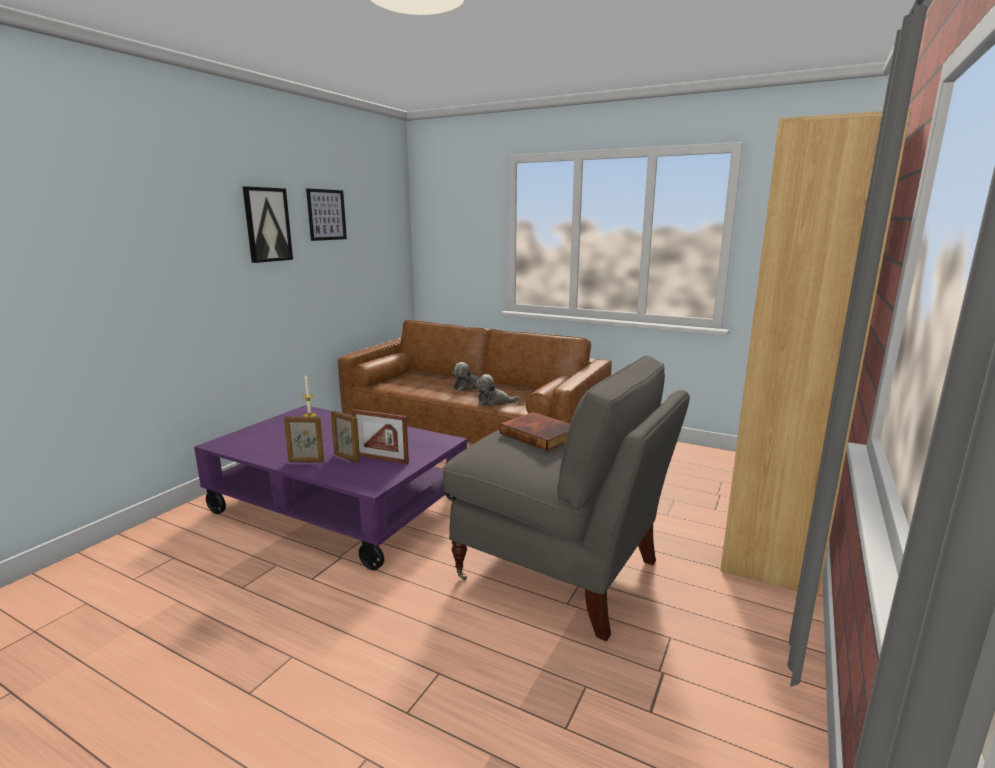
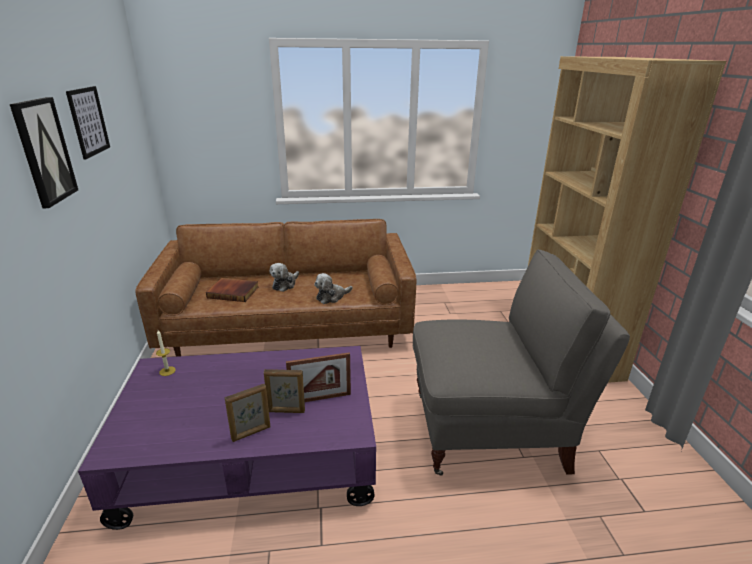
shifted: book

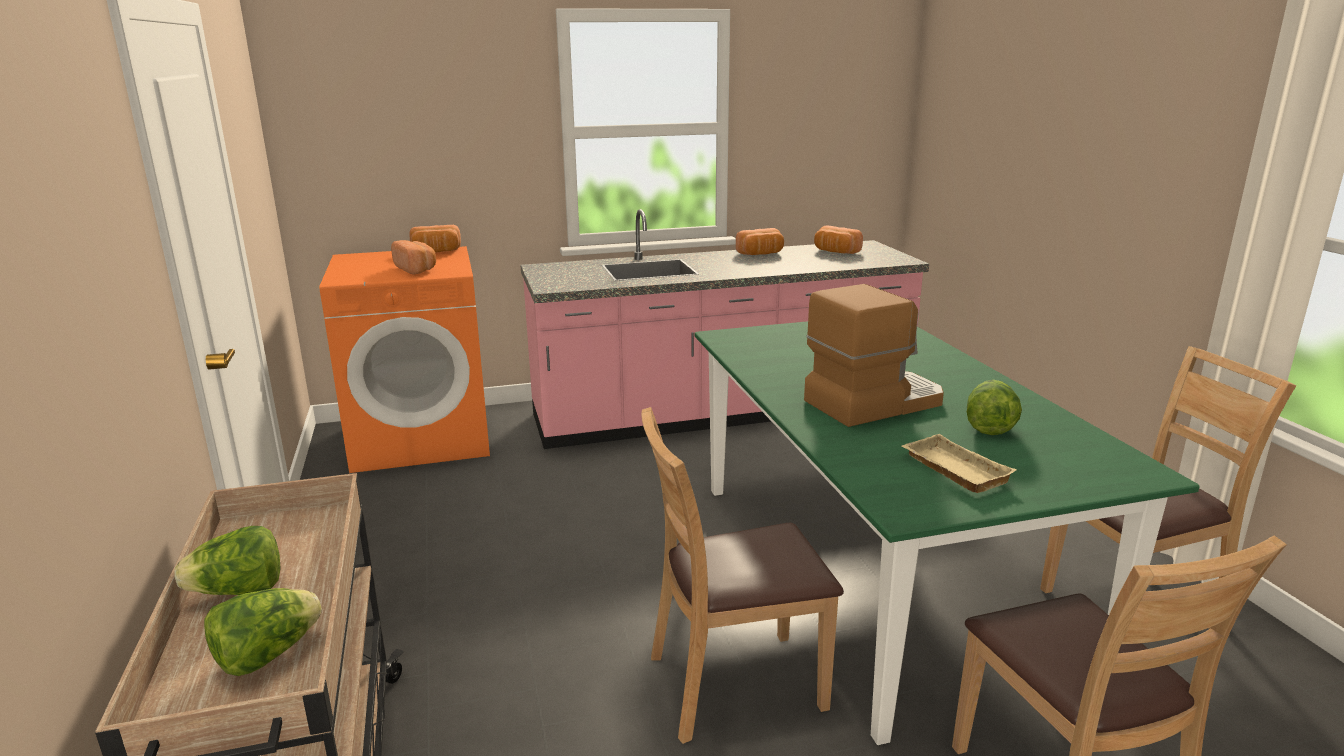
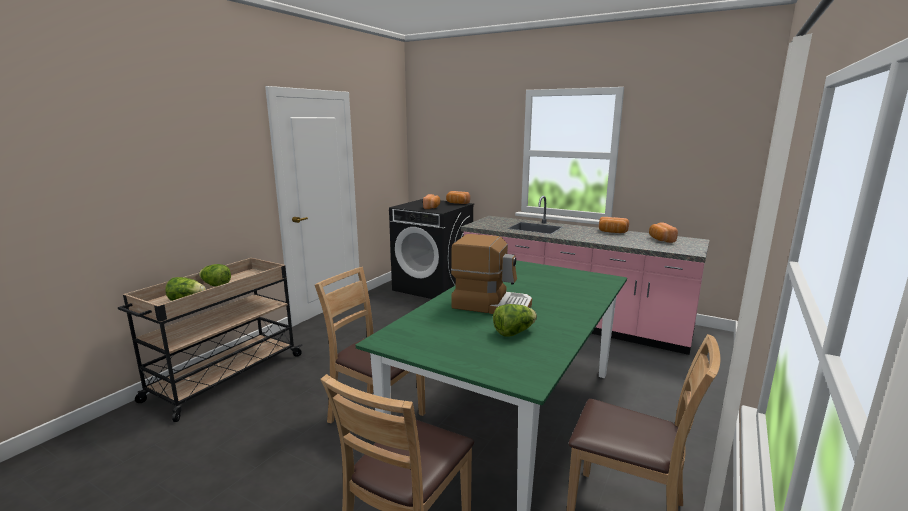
gone: beige tray
repainted: orange washing machine to black washing machine

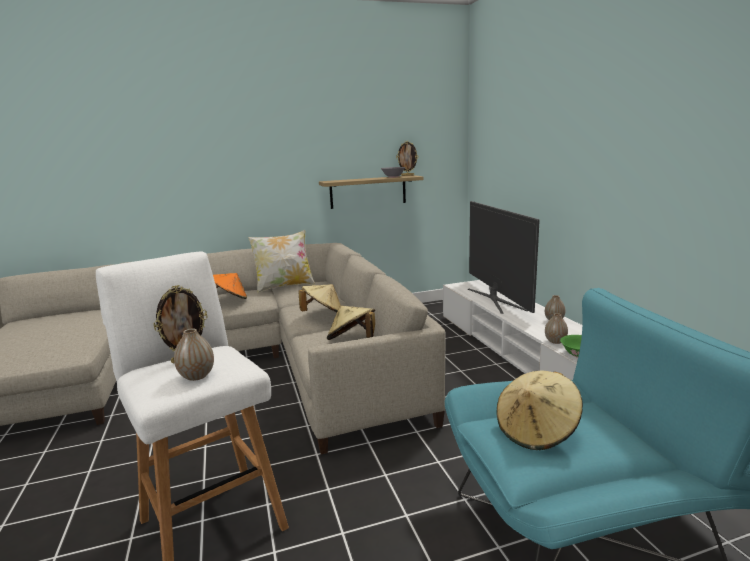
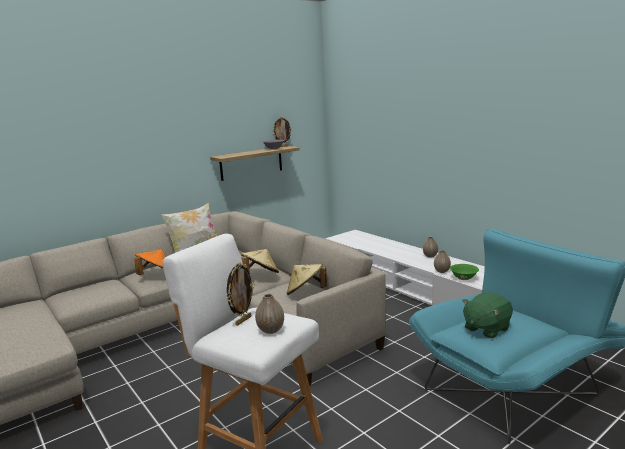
gone: television
swapped: beige hat (no. 3 from left) to green plush toy

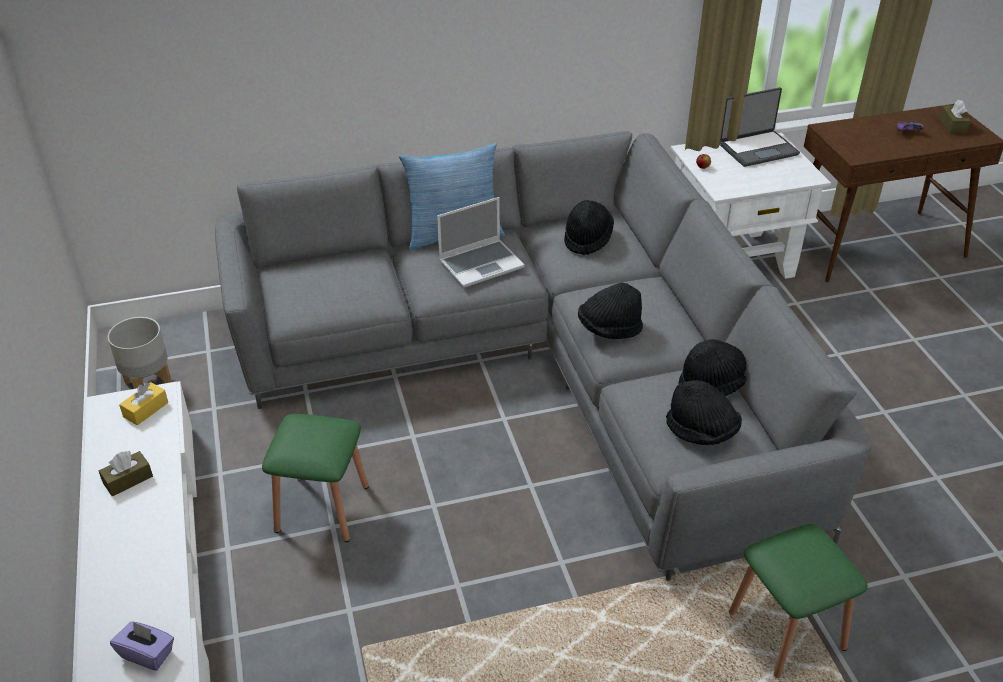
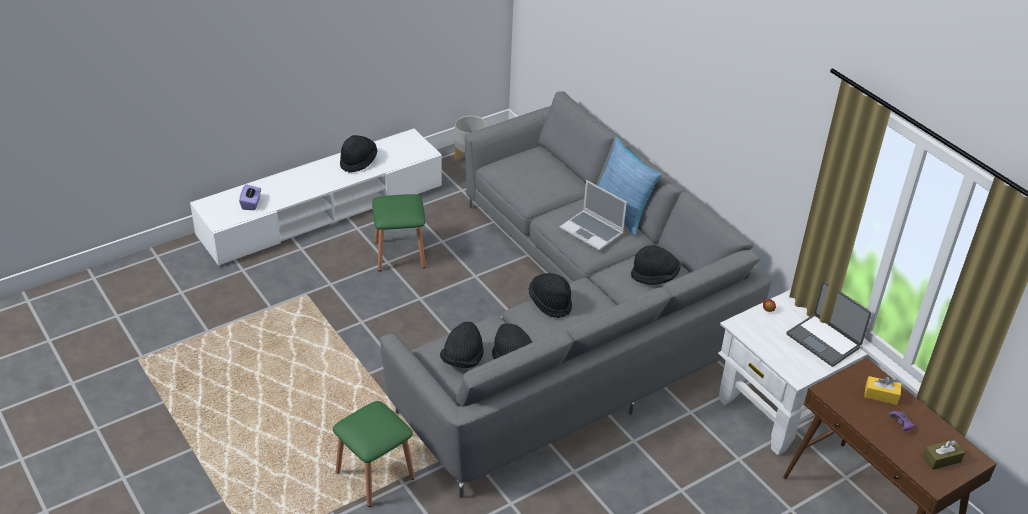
shifted: yellow tissue box
swapped: brown tissue box (no. 1 from left) to black hat (no. 1 from left)

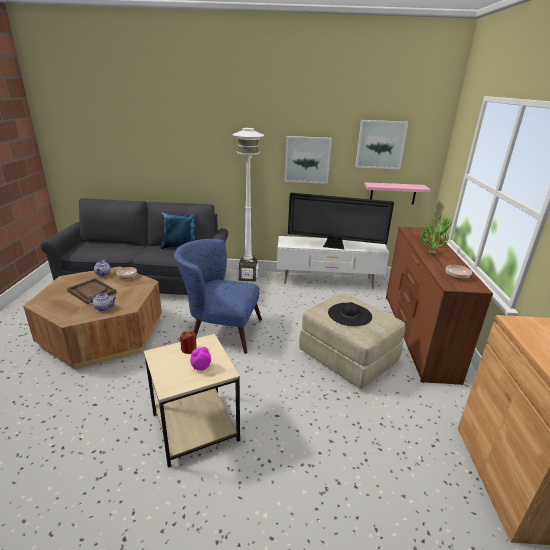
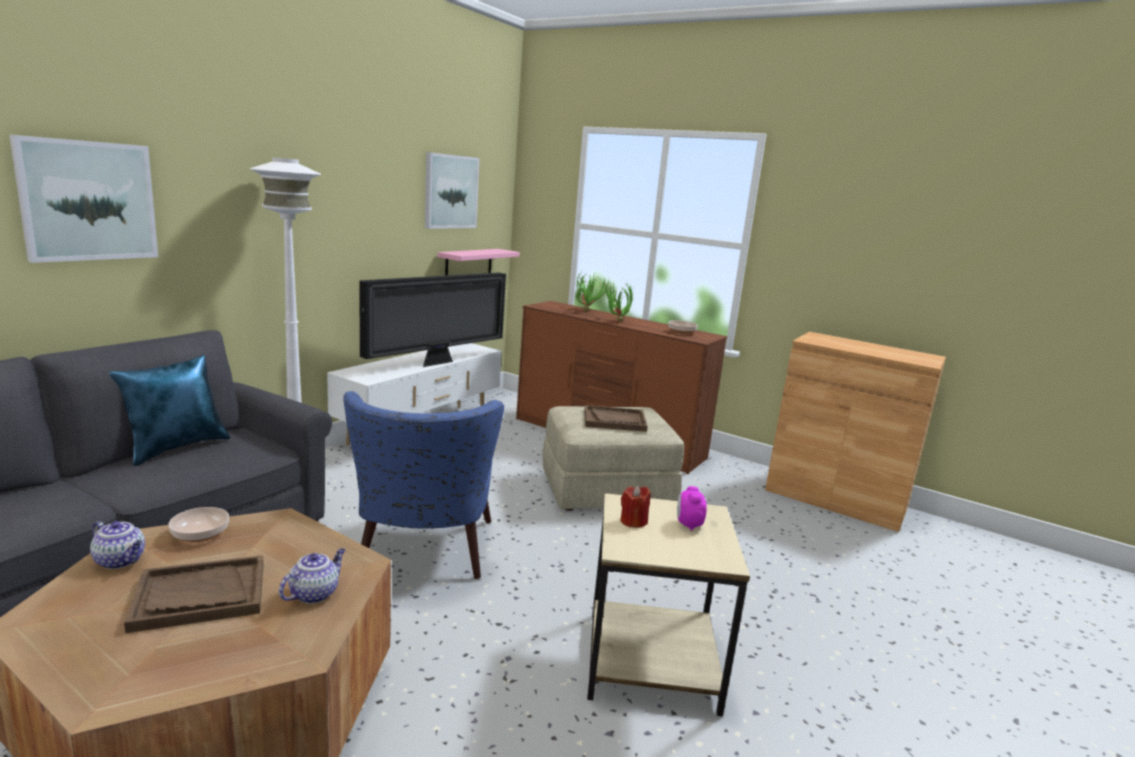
shifted: picture (no. 1 from left)
swapped: black hat to brown tray (no. 2 from left)
rotated: blue armchair 45 degrees counterclockwise

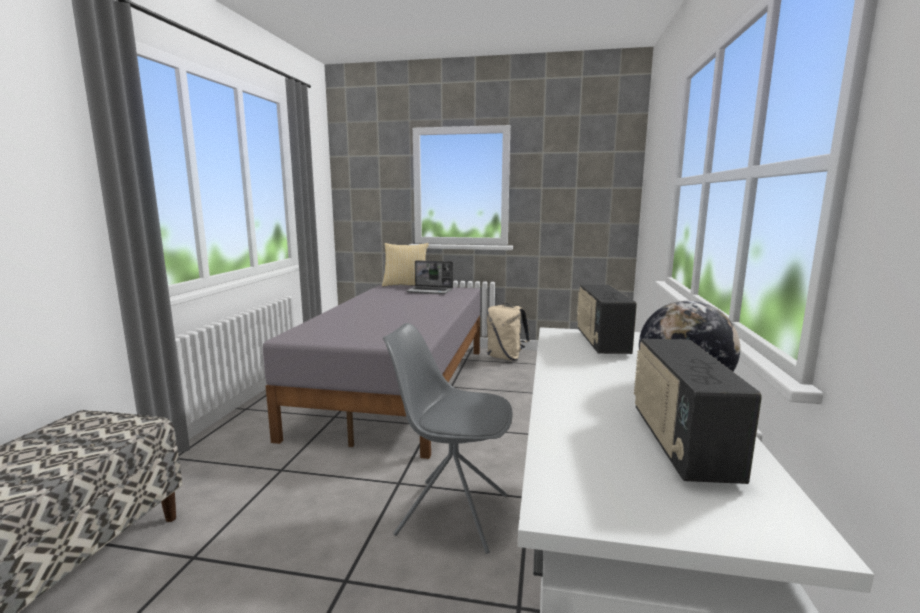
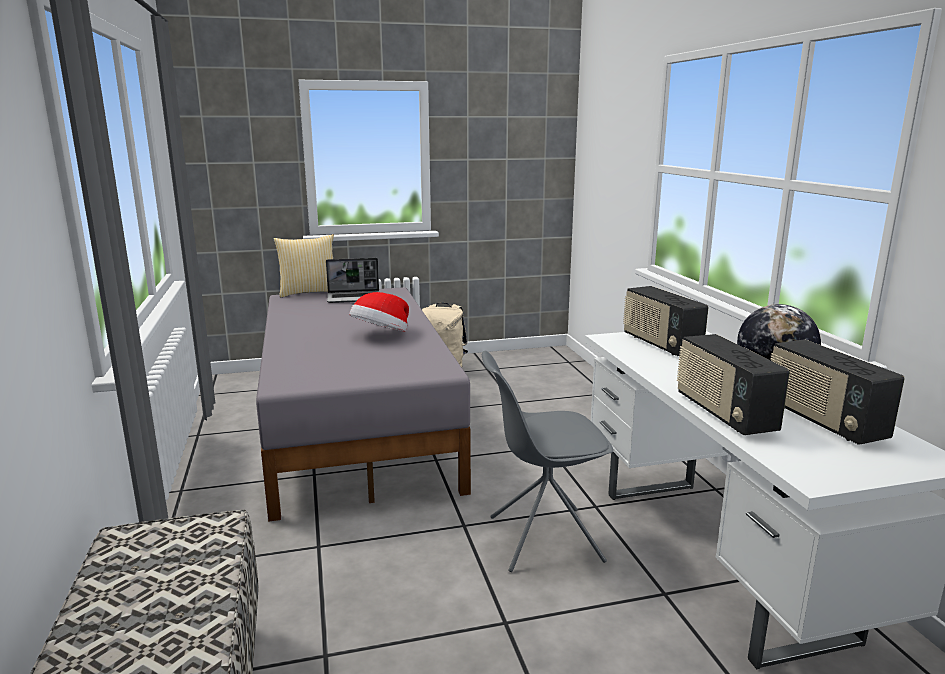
new: hat; radio (no. 2 from left)

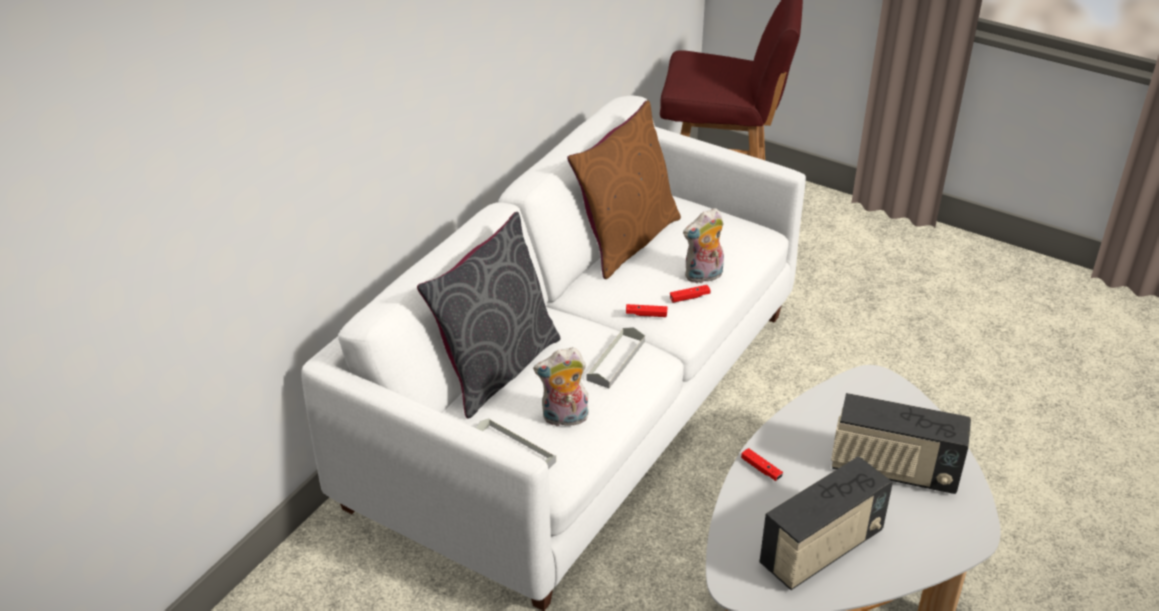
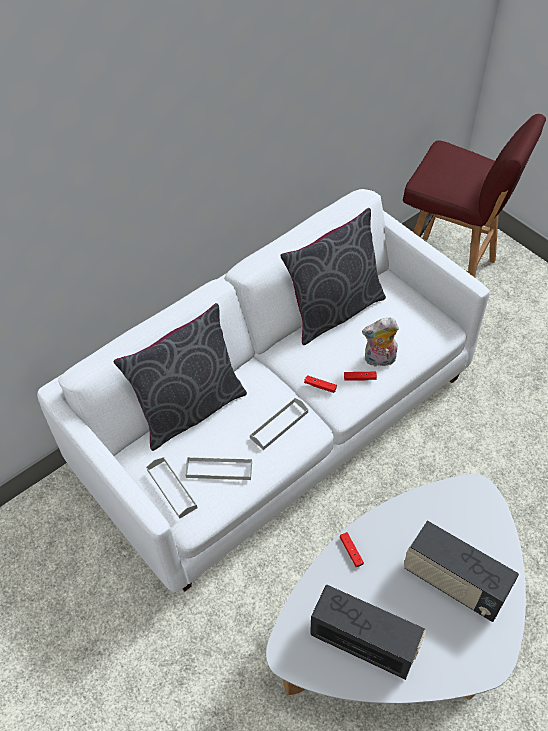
swapped: plush toy (no. 1 from left) to grey tray (no. 2 from left)
repainted: brown pillow to grey pillow (no. 2 from left)
rotated: radio (no. 1 from left) 135 degrees counterclockwise

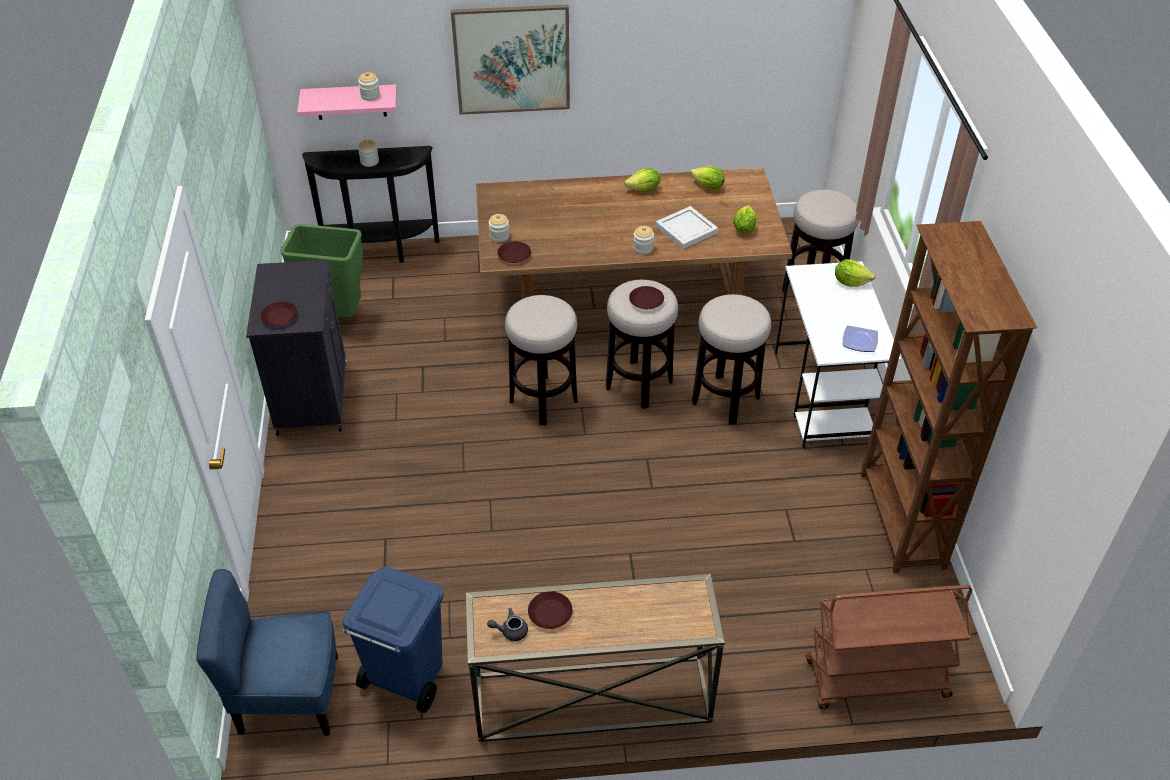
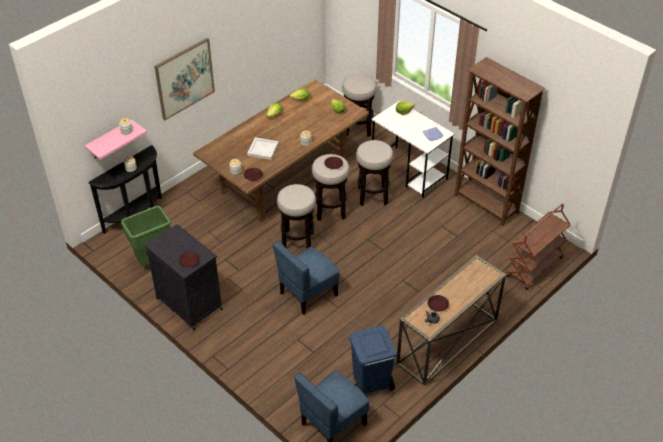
new: blue chair (no. 1 from left)
shifted: white tray

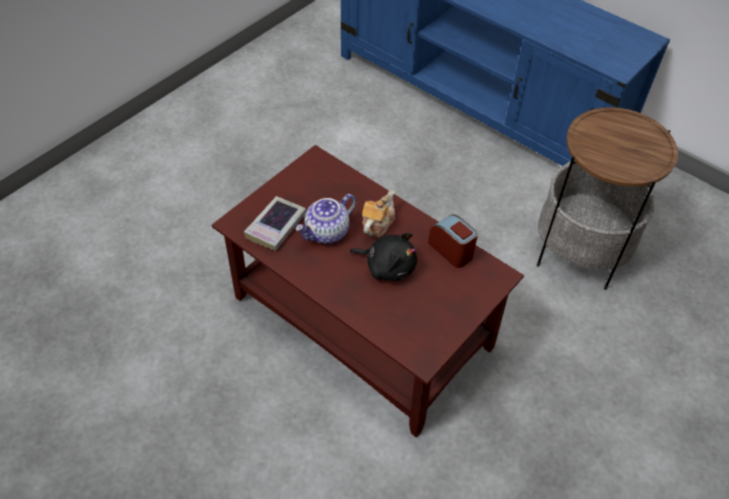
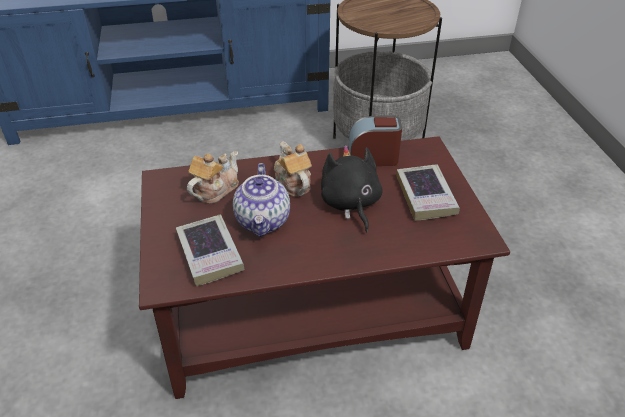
new: teapot (no. 1 from left); book (no. 2 from left)
rotated: black plush toy 75 degrees counterclockwise

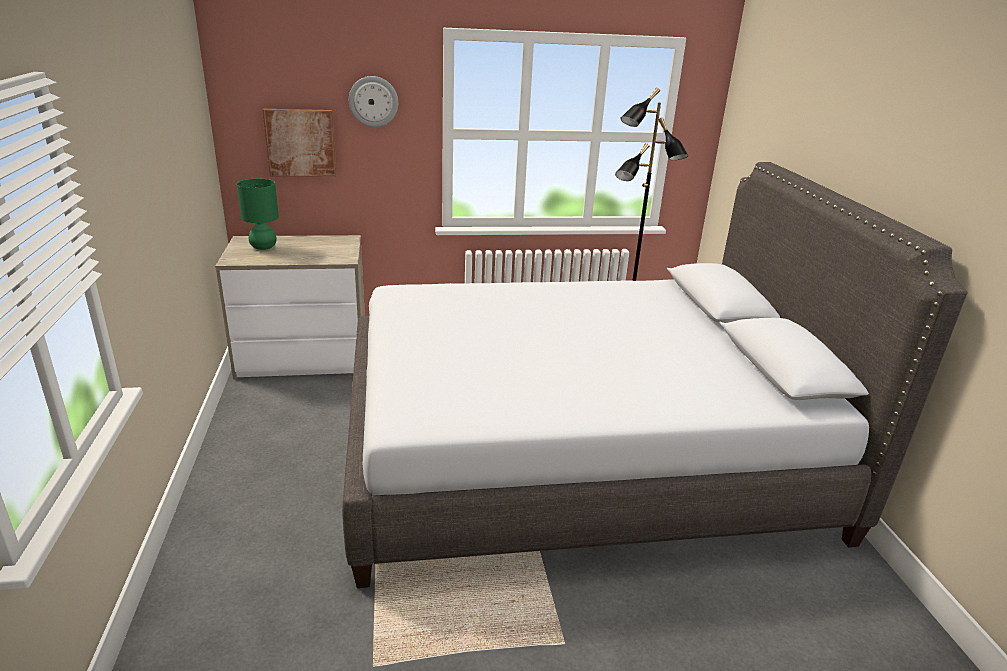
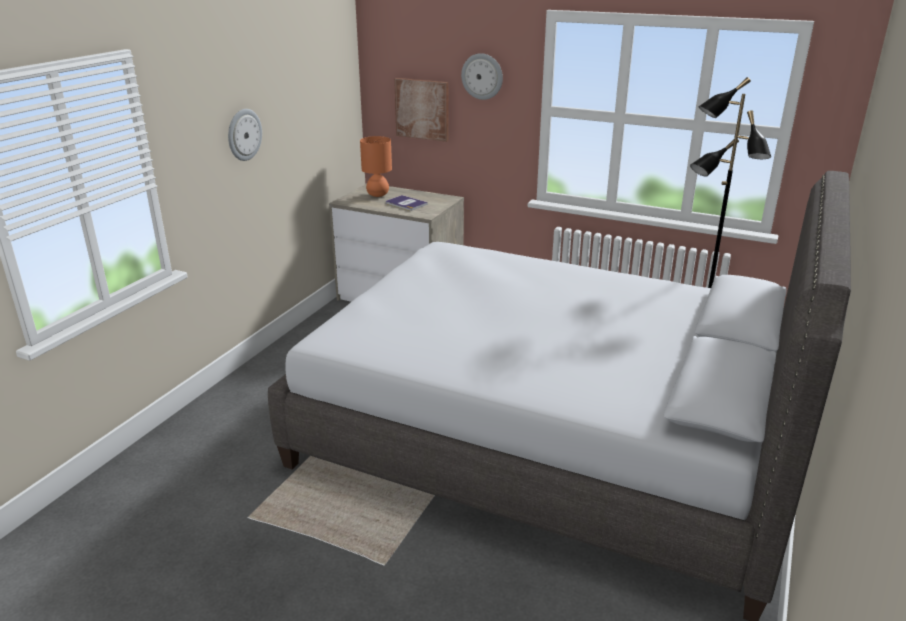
new: wall clock (no. 1 from left); book
repainted: green table lamp to orange table lamp

